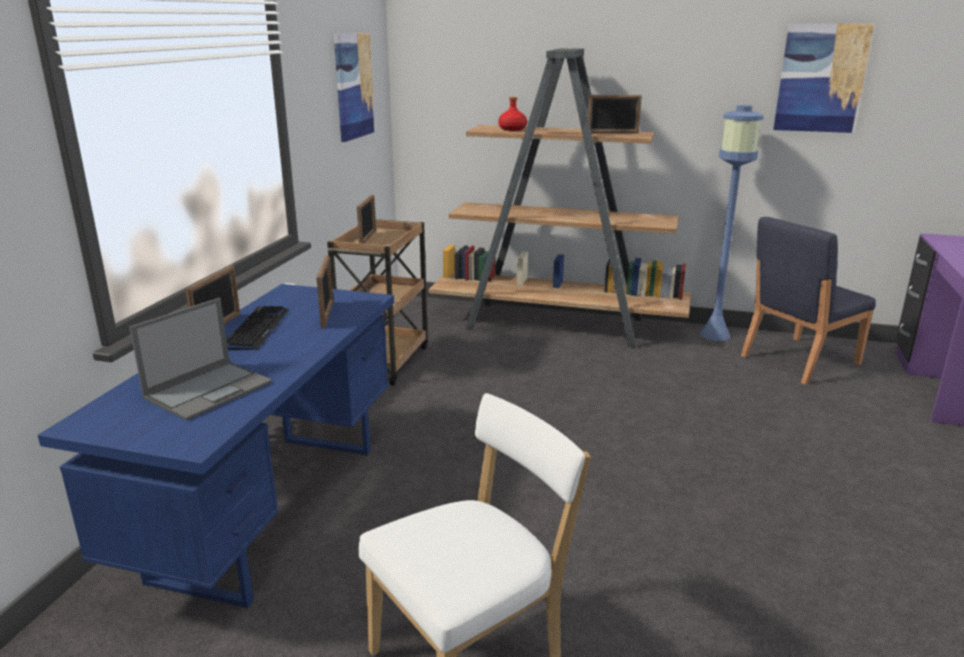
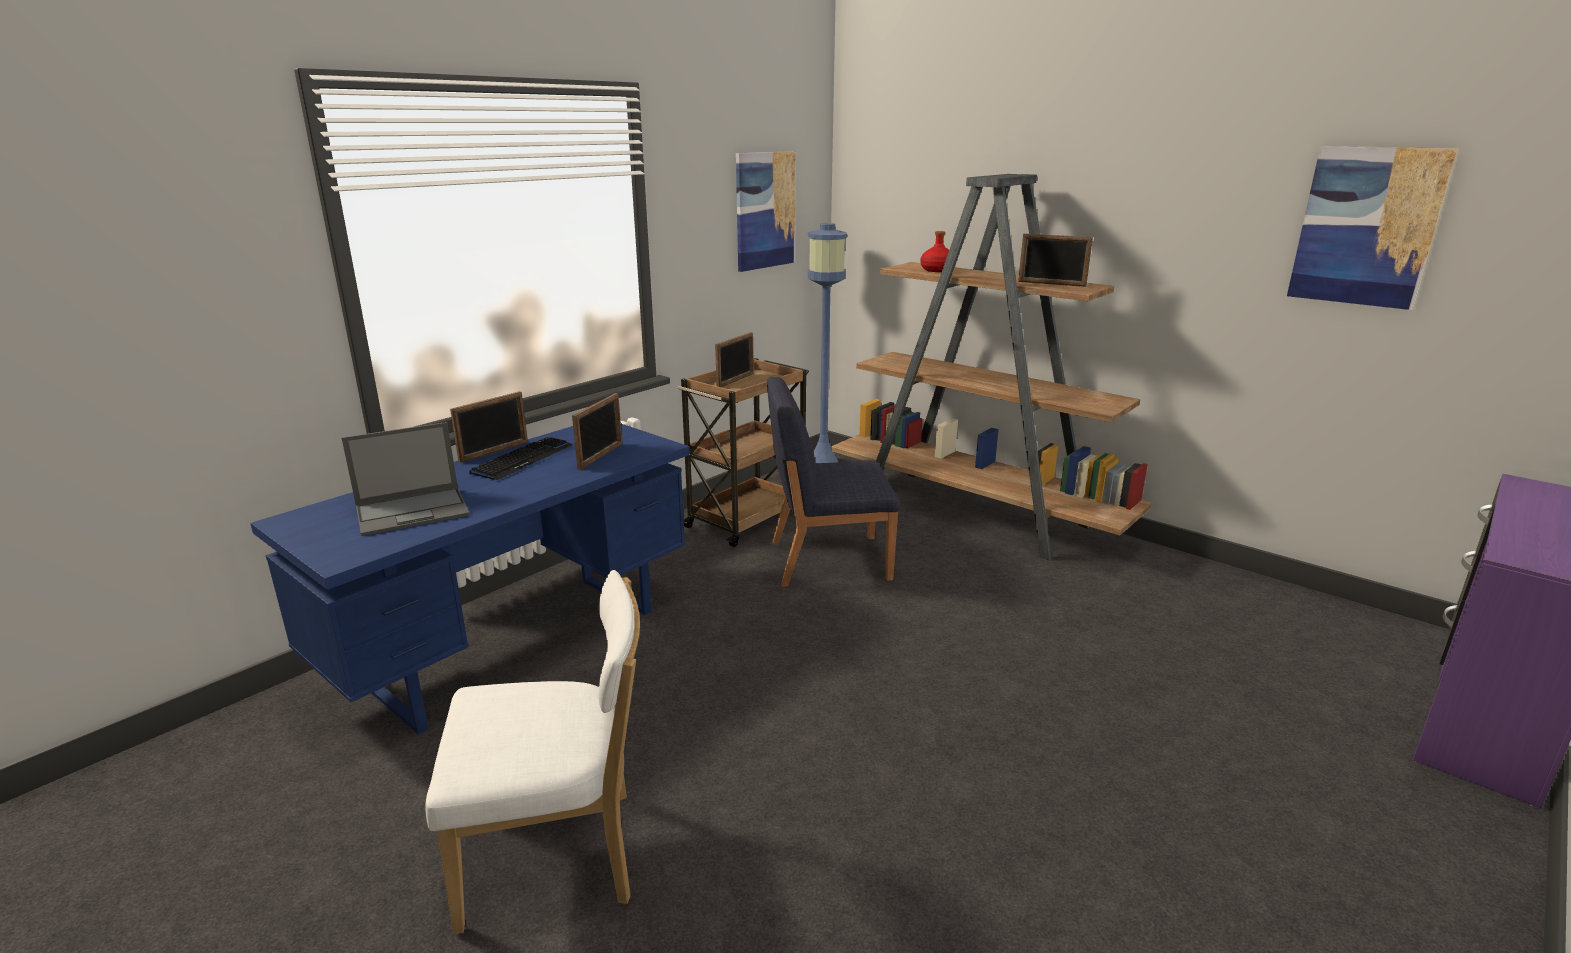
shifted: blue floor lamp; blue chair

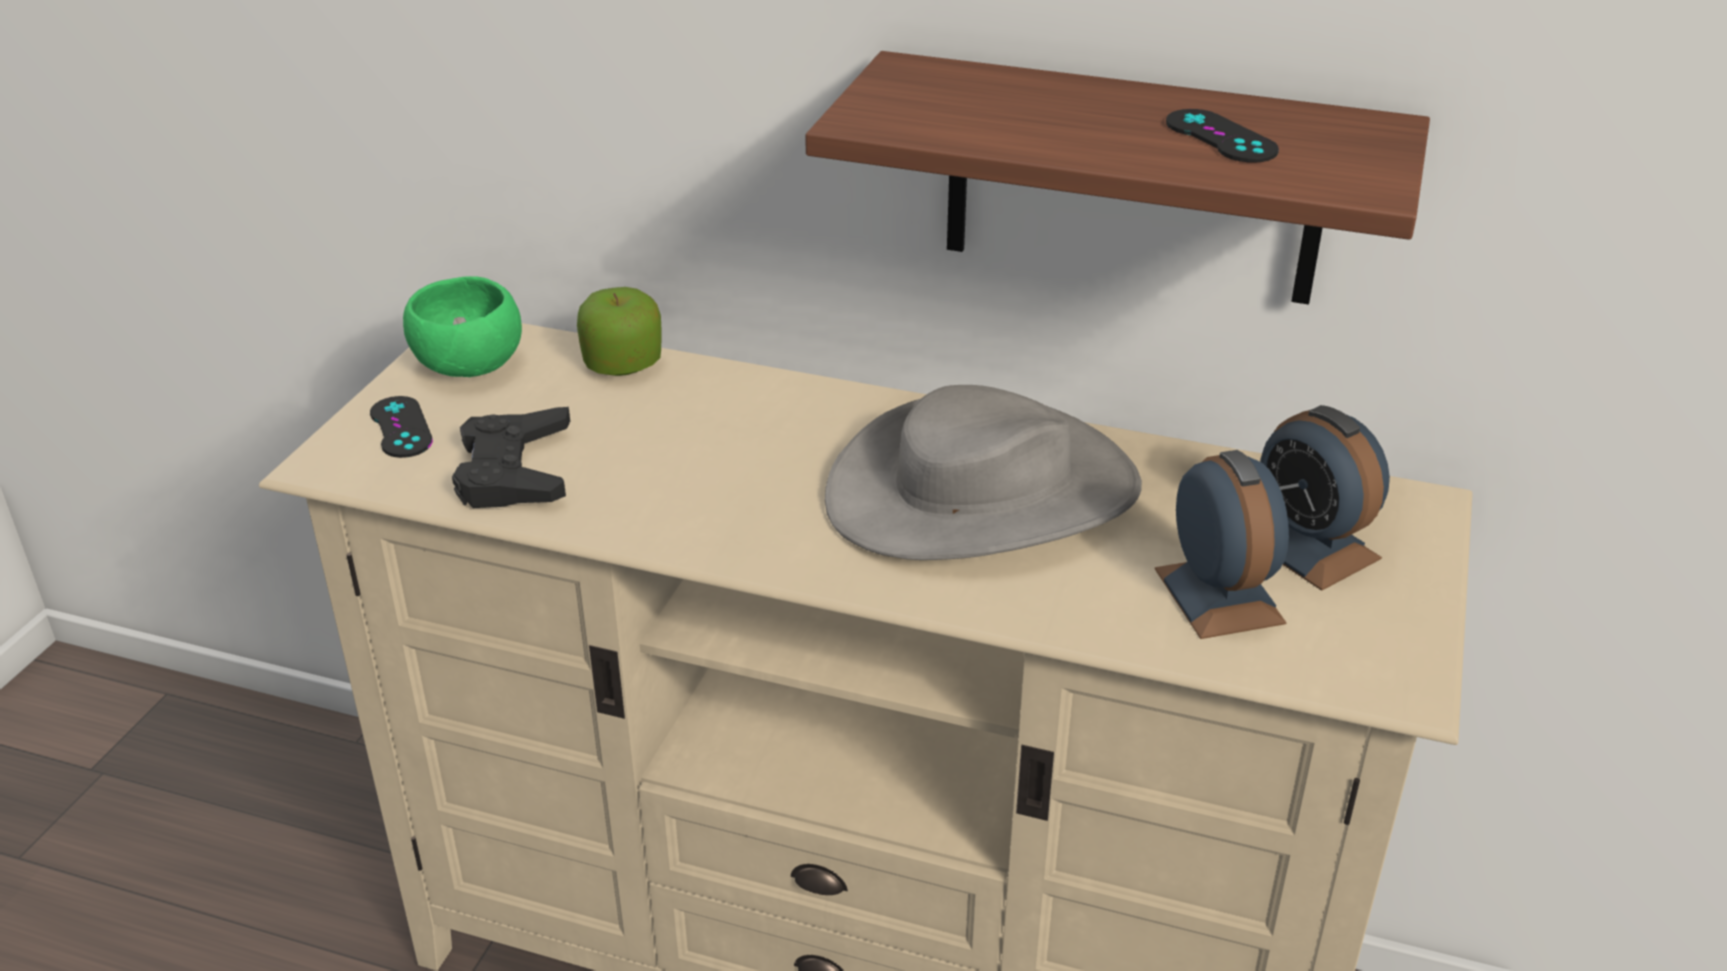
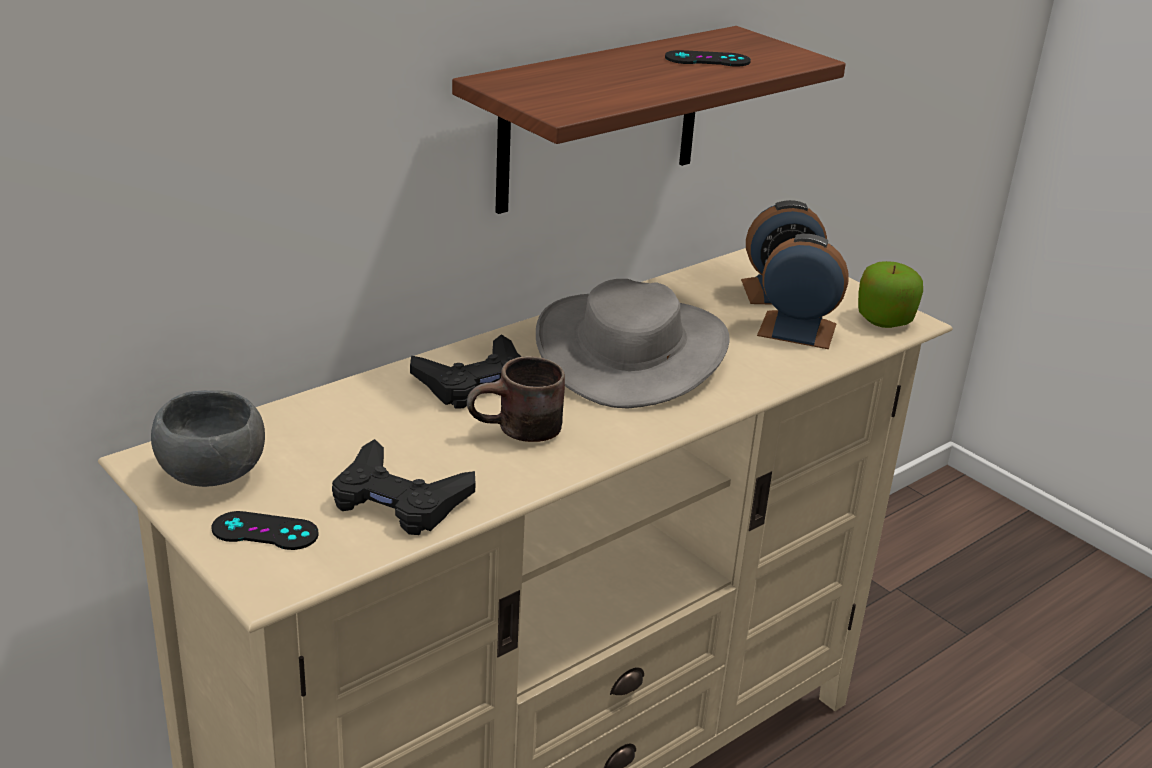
new: black game controller (no. 3 from left); brown mug
shifted: apple
repainted: green bowl to grey bowl

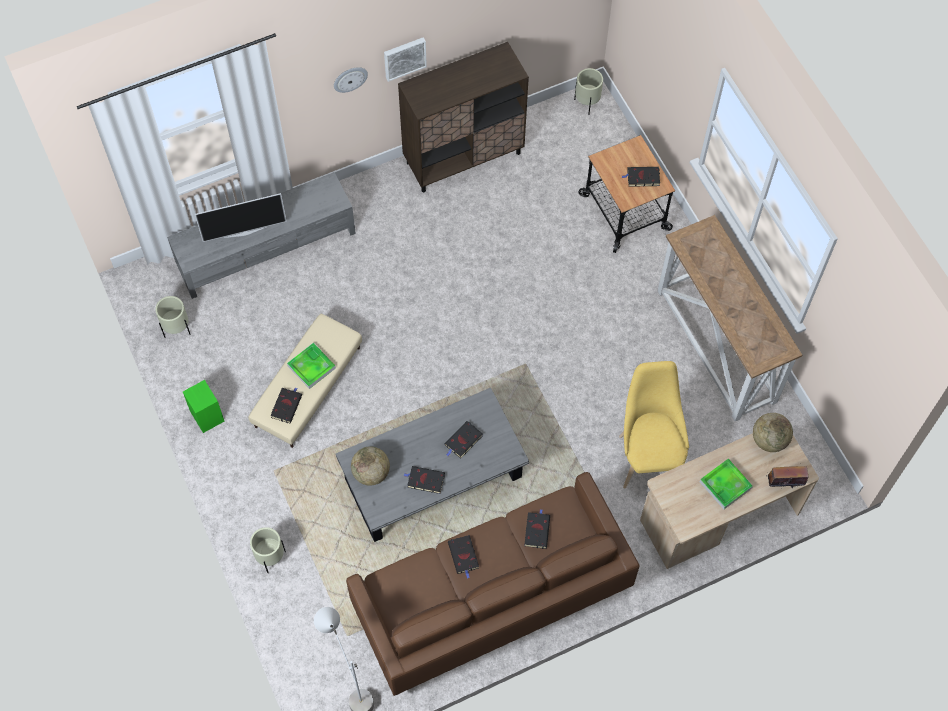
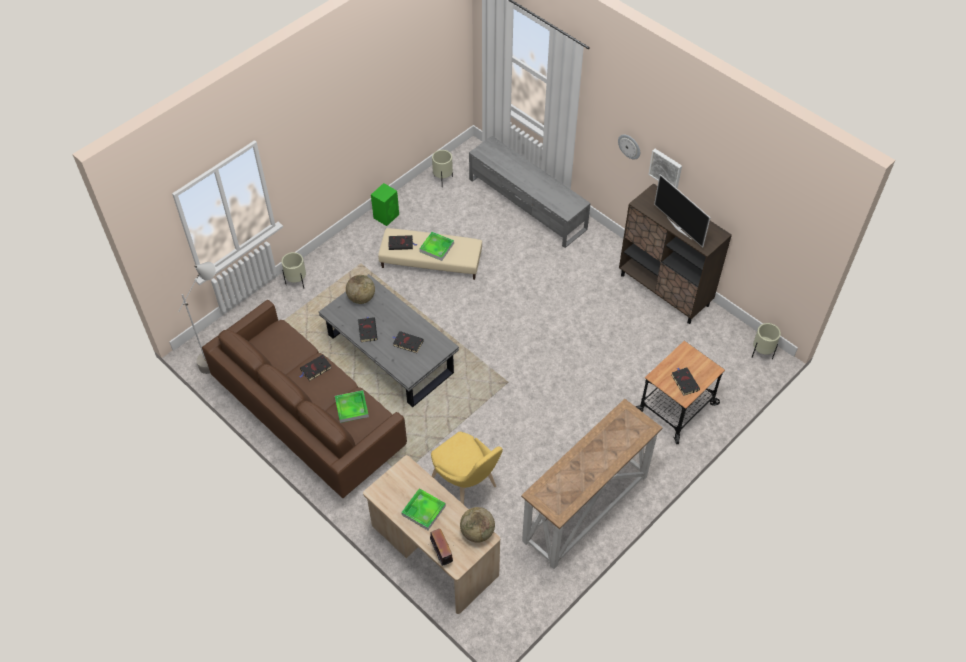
shifted: television
swapped: black book (no. 5 from left) to tray (no. 1 from left)
rotated: yellow chair 75 degrees clockwise

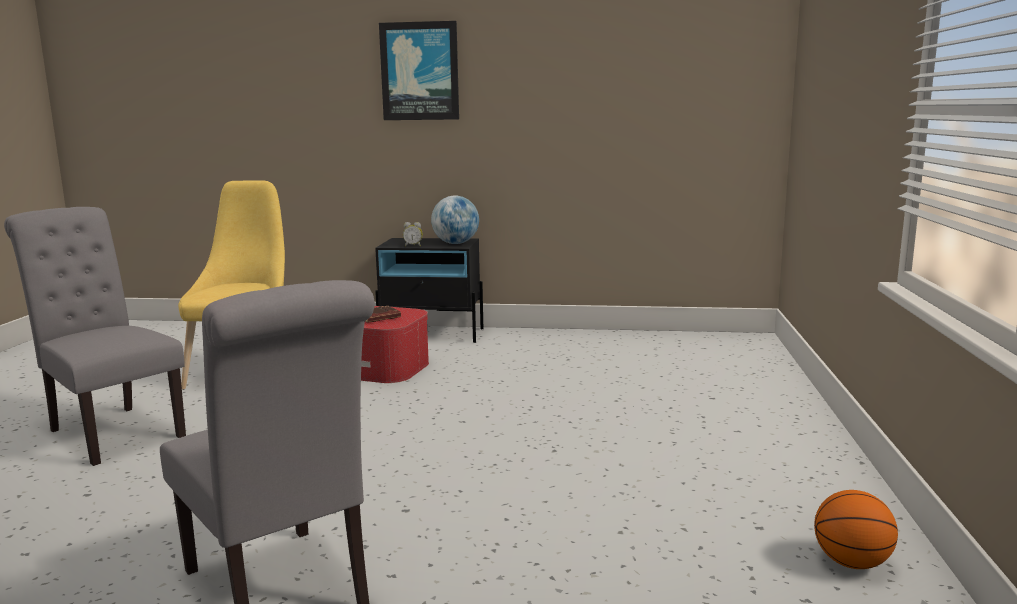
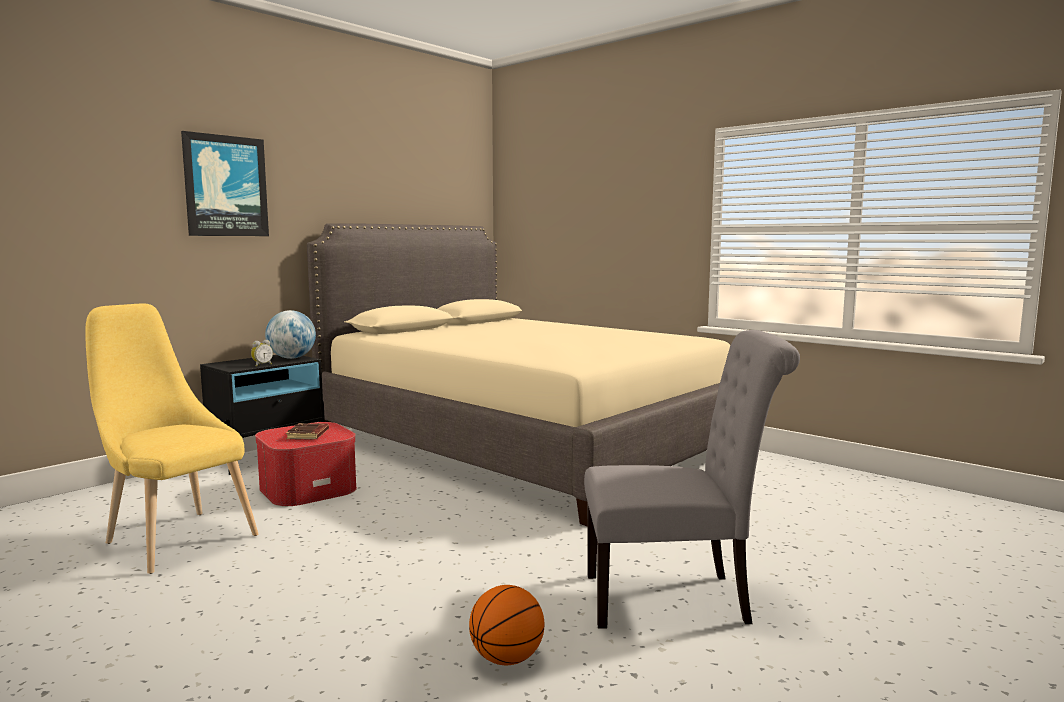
gone: grey chair (no. 1 from left)
new: beige bed
shifted: basketball

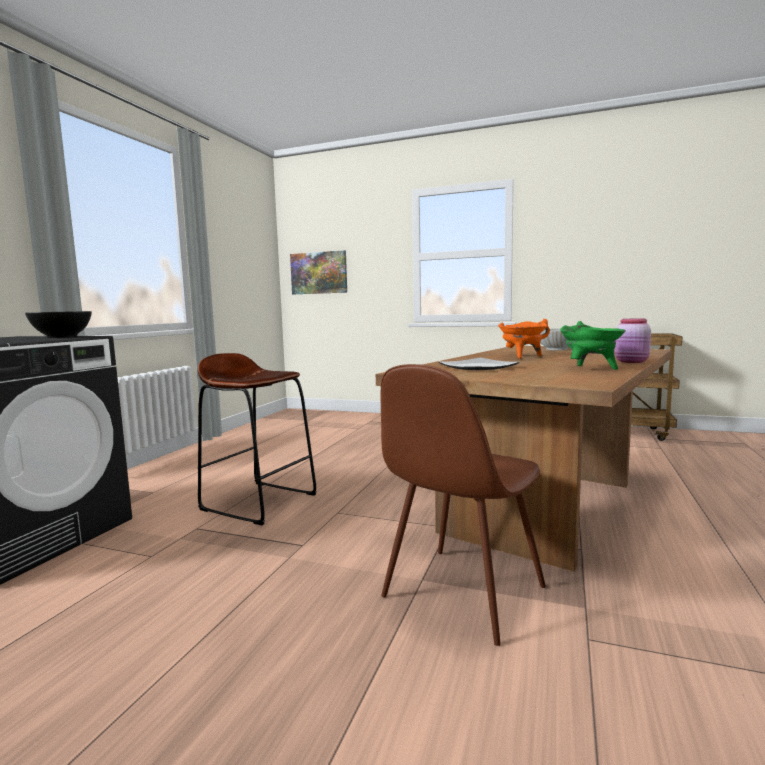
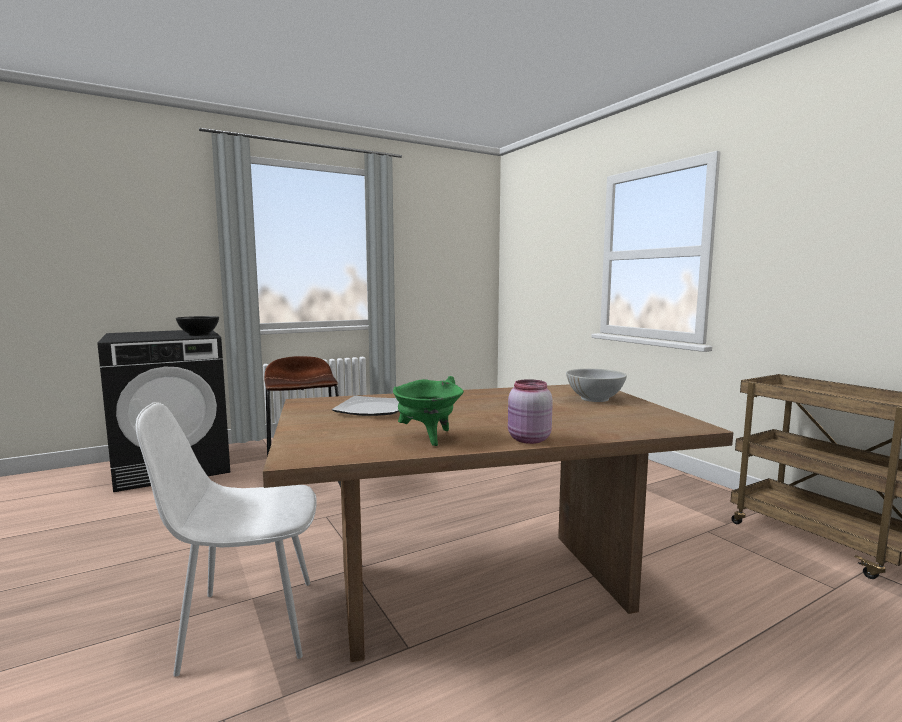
gone: picture; orange cooking pot
repainted: brown chair to white chair

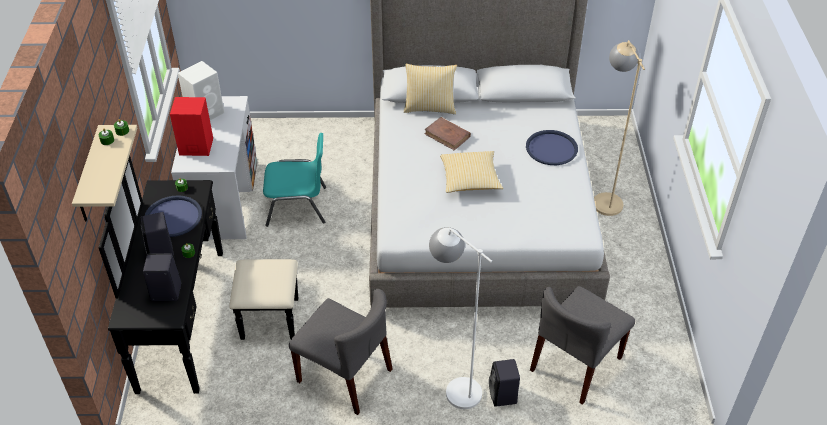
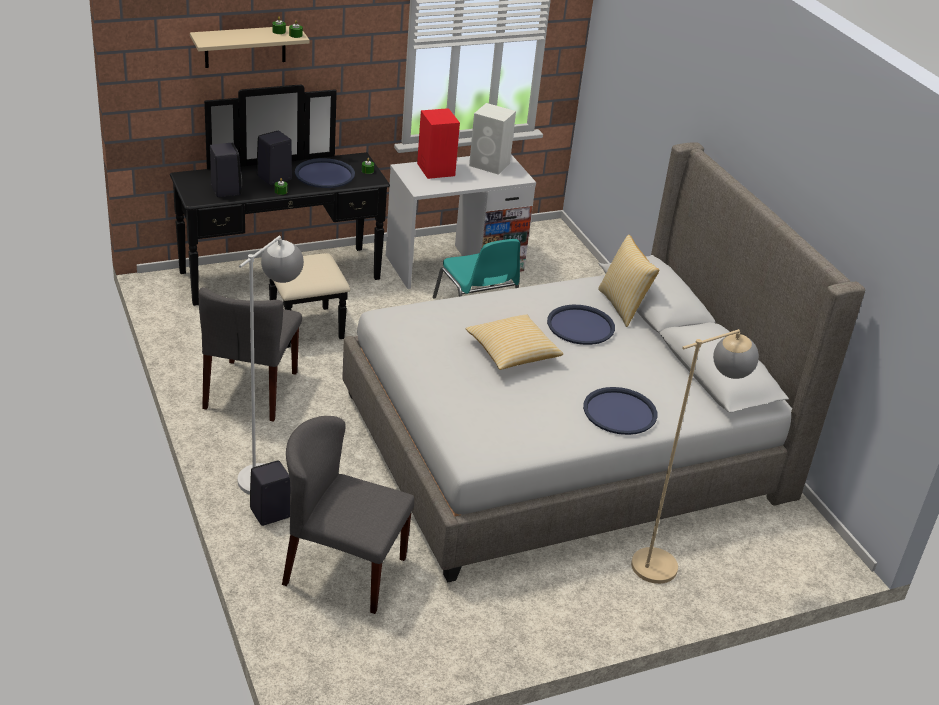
swapped: brown book to blue tray (no. 2 from left)

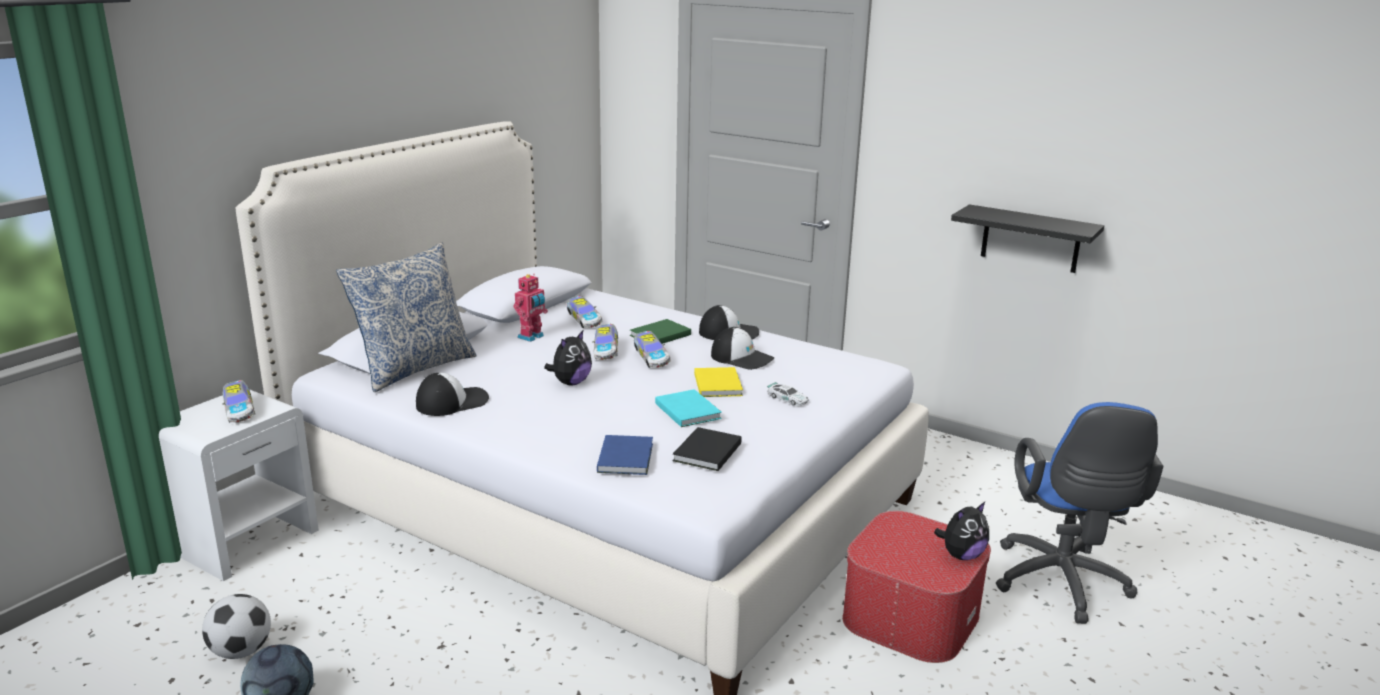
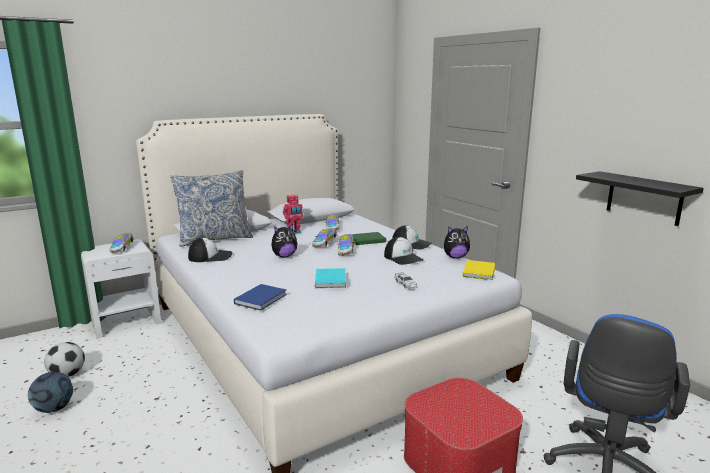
gone: black book
shifted: yellow book; plush toy (no. 2 from left)

